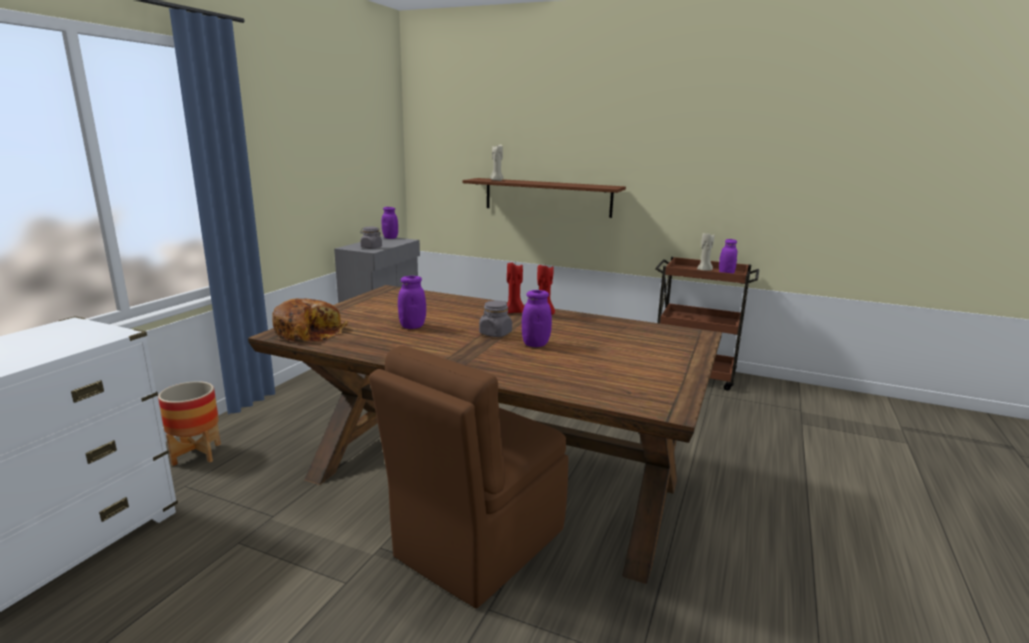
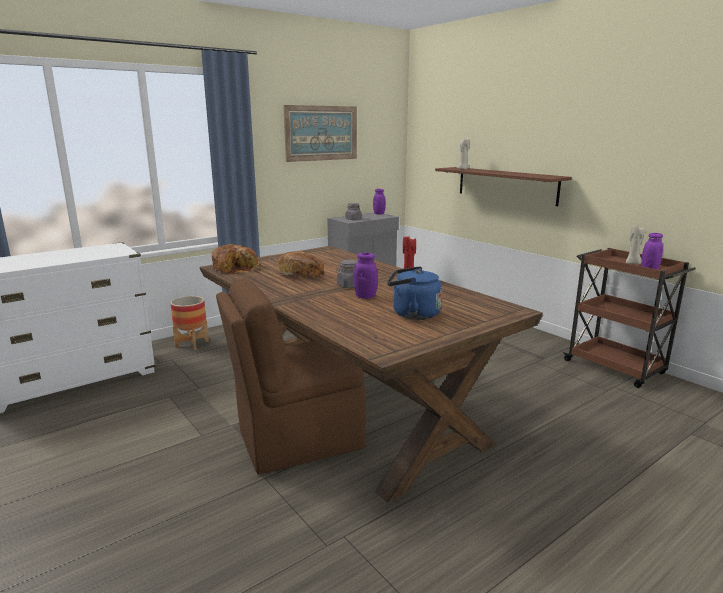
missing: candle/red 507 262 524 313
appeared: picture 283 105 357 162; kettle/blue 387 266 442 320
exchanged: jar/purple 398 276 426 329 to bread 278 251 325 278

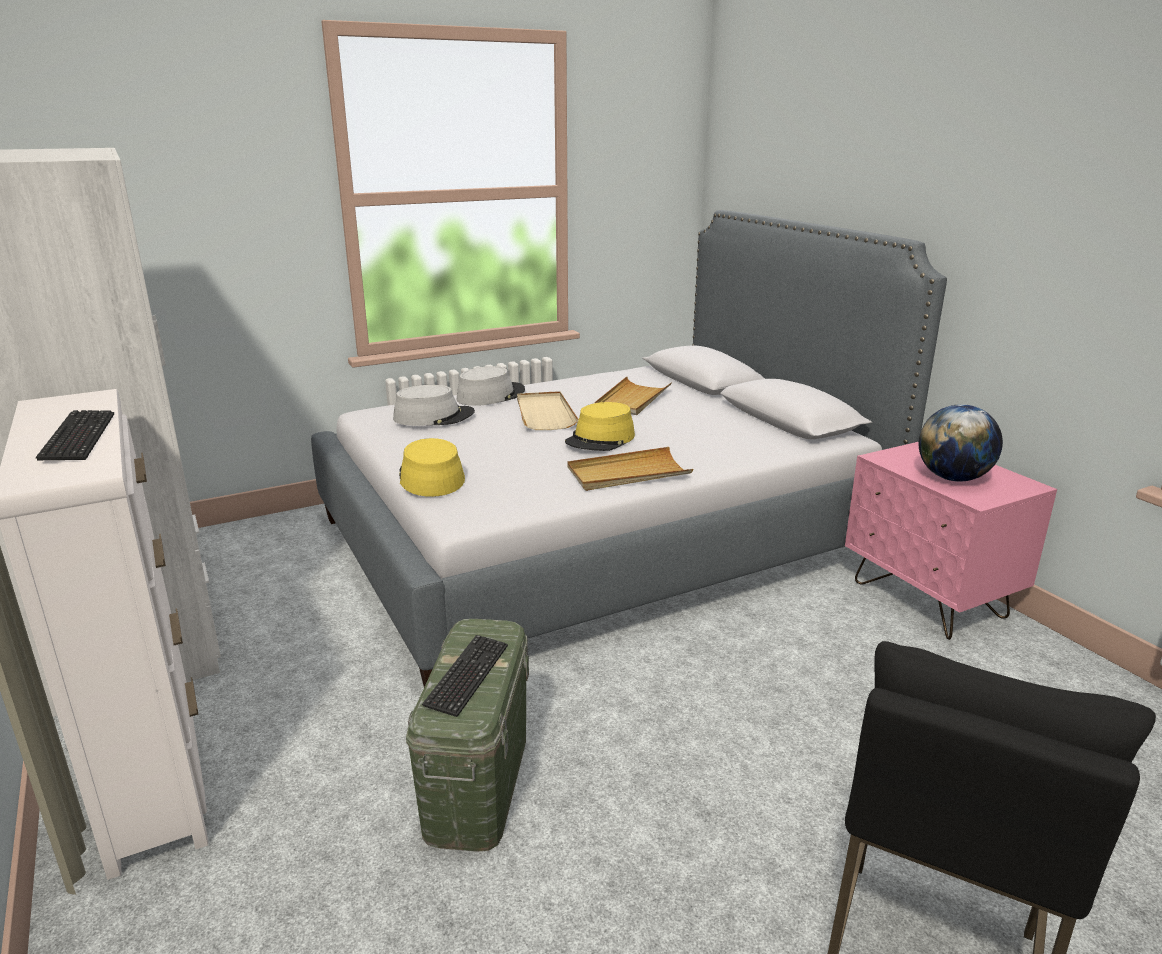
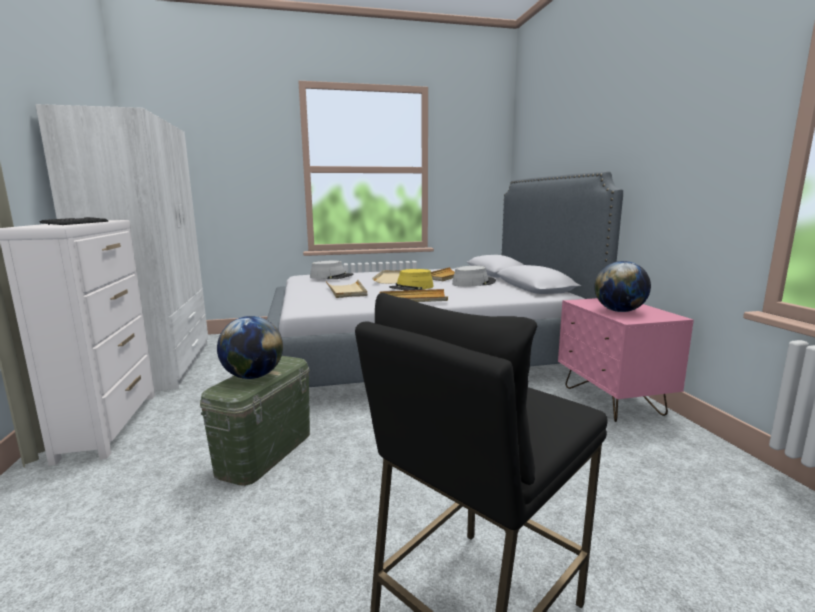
missing: hat/yellow 399 438 465 497
appeared: tray/beige 326 280 367 298
relocated: hat/grey 457 366 525 406 to 452 266 496 287
exchanged: keyboard 422 635 508 717 to globe 217 316 283 379

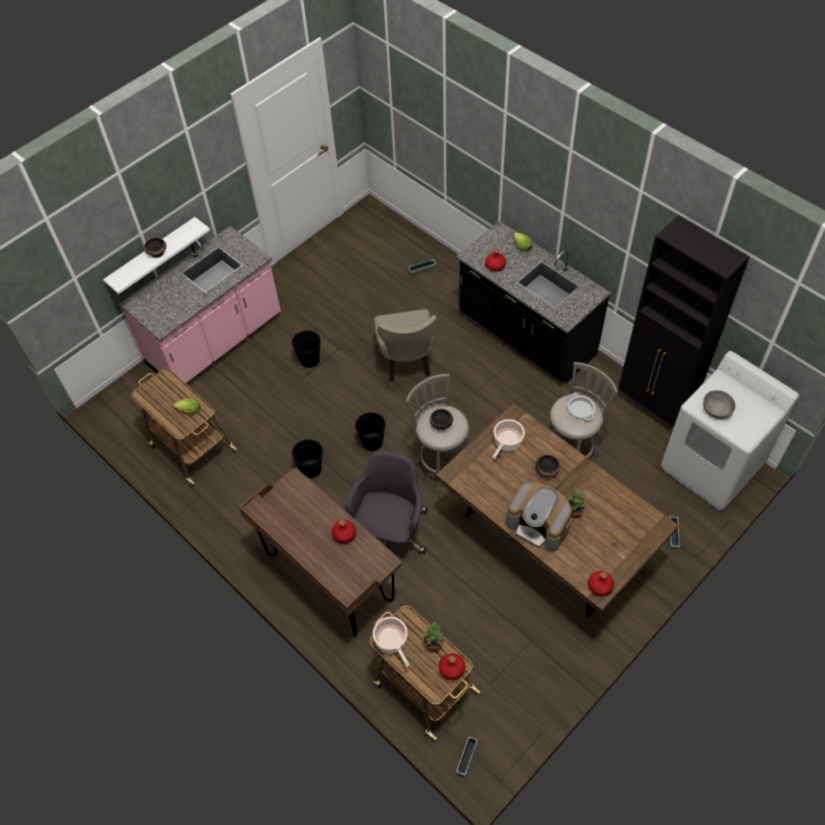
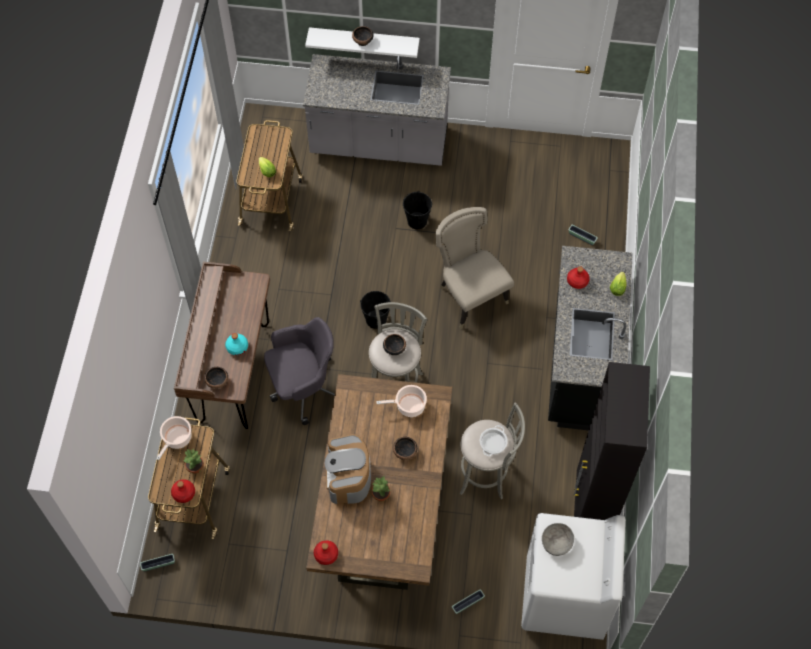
missing: bucket/black 292 439 323 478
appeared: bowl 204 367 228 389
colour: counter/pink 119 226 281 384 to counter/grey 303 54 451 166; bottle/red 332 520 356 544 to bottle/turquoise 225 333 248 355
spun: chair/beige 374 309 437 388 = 436 207 514 329 105 degrees clockwise

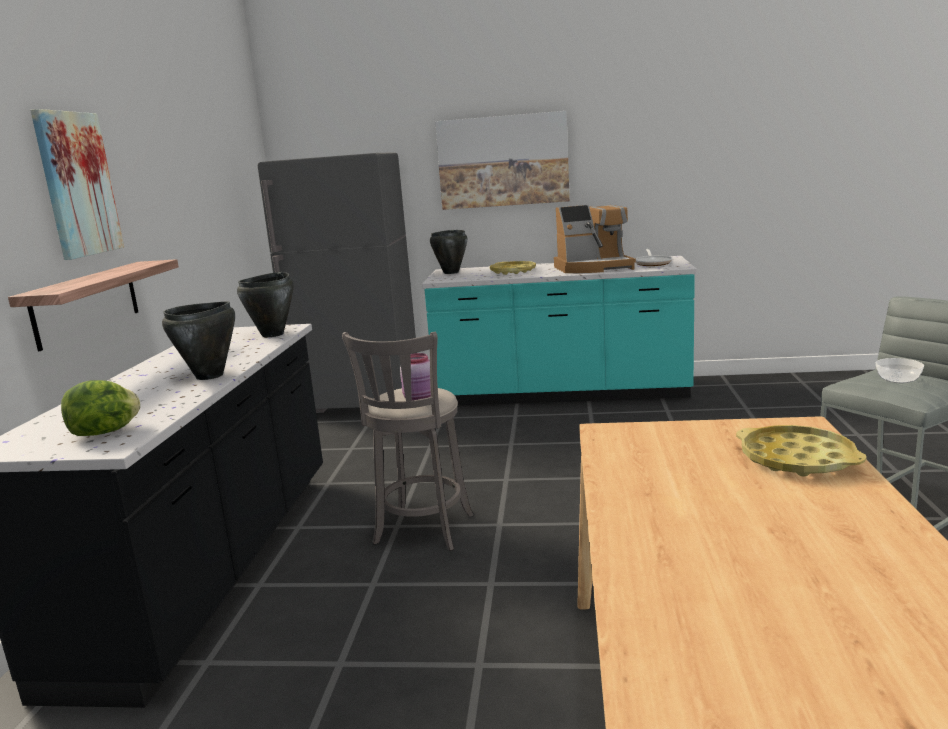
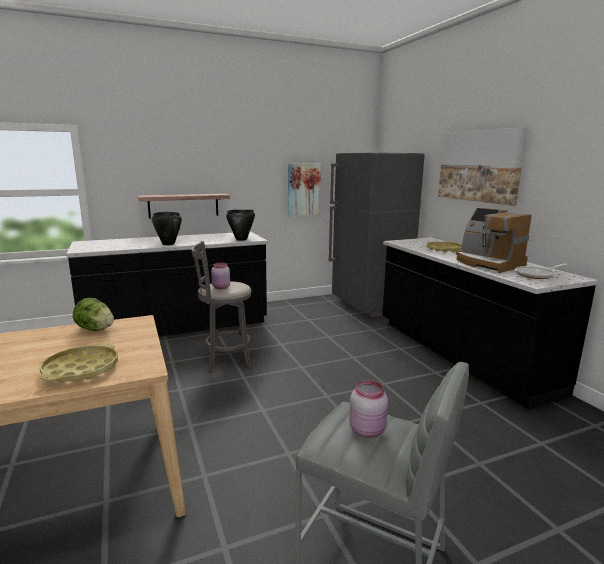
missing: cooking pot/black 430 230 467 274
relocated: picture 30 109 124 260 to 288 163 321 216; lettuce 61 380 141 436 to 73 298 114 331
exchanged: bowl 876 358 924 383 to jar/pink 349 380 388 438
colour: counter/turquoise 422 256 697 405 to counter/black 382 238 598 409

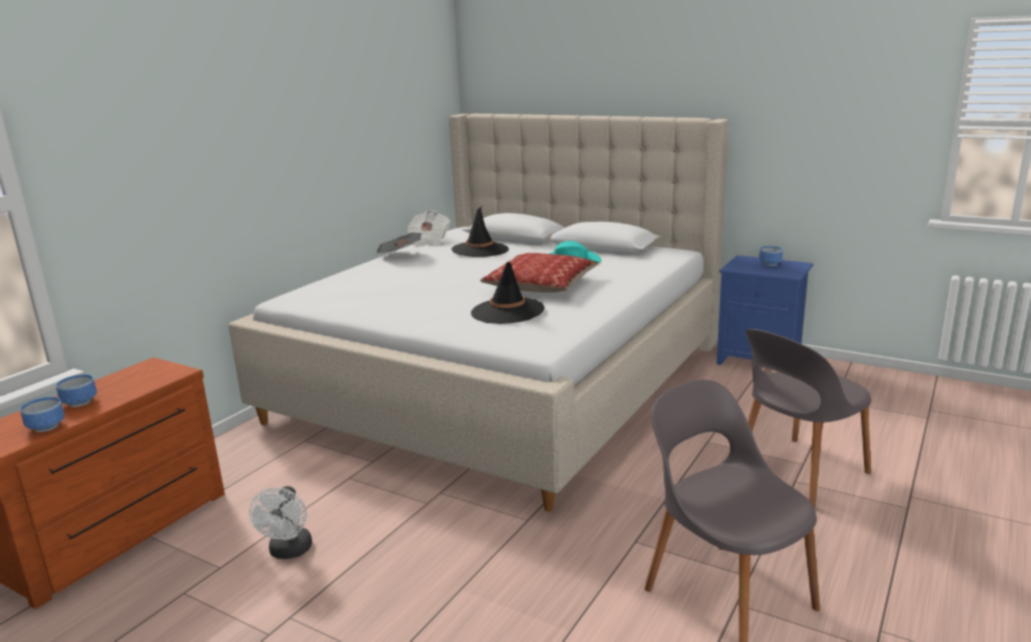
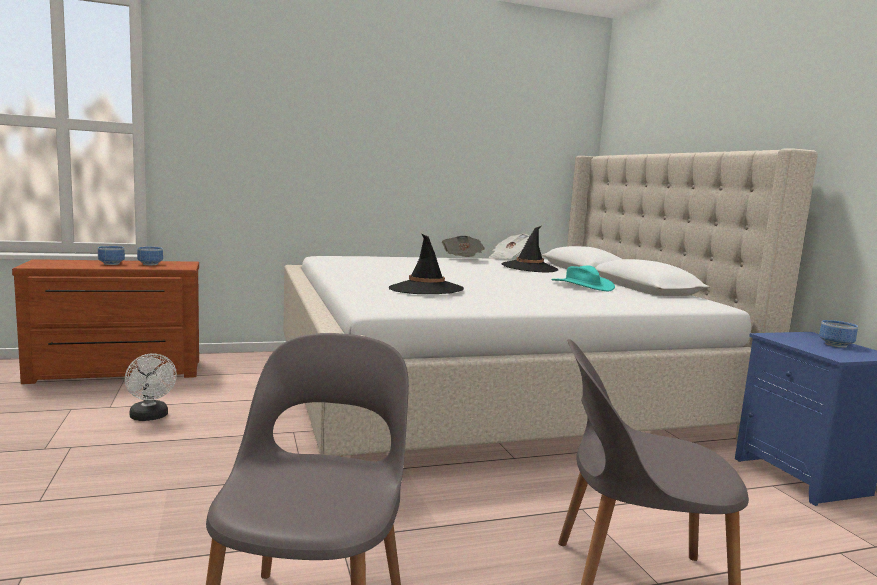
missing: pillow 480 253 599 293
relocated: bowl 20 397 65 432 to 137 247 163 265
spun: fan/white 249 486 312 559 = 125 353 177 421 75 degrees counterclockwise

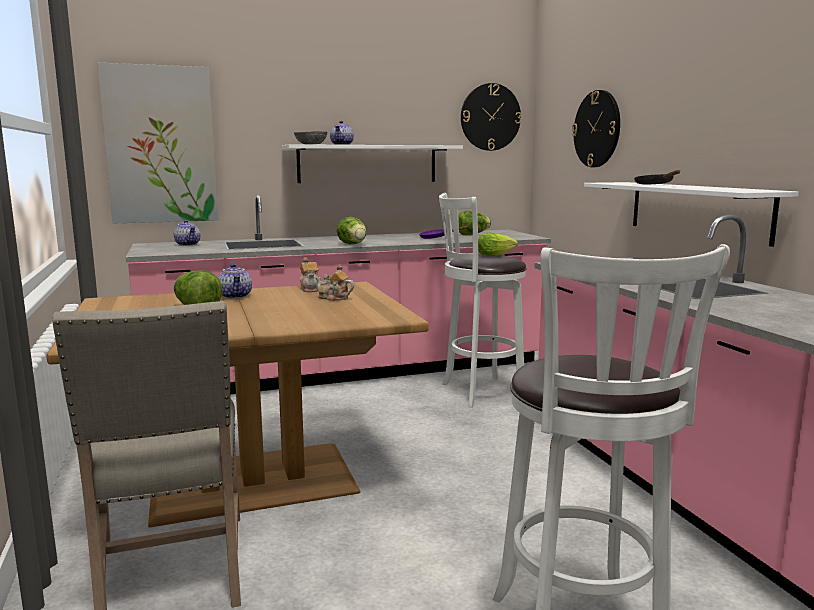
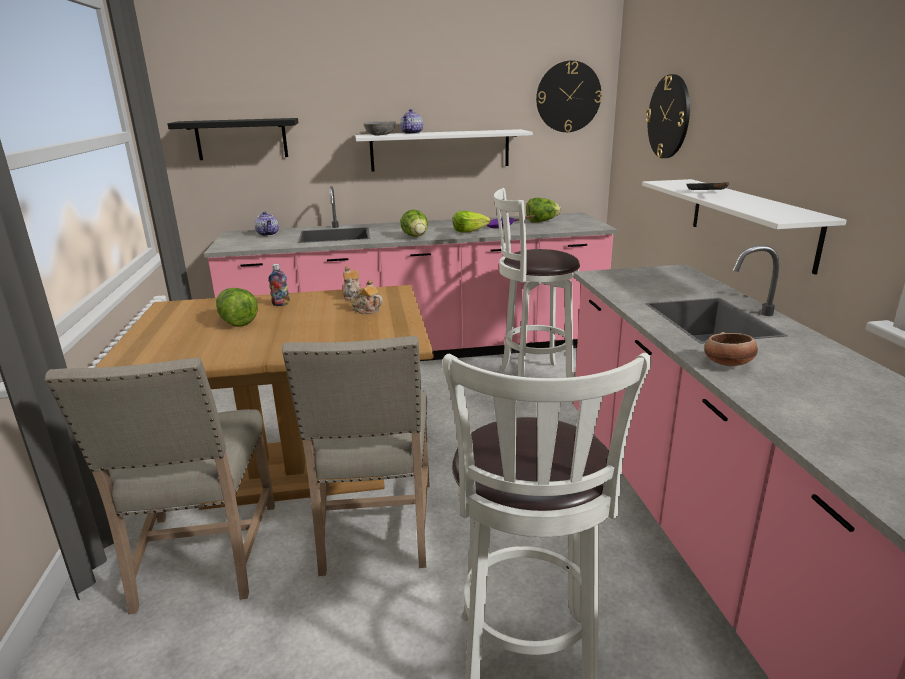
appeared: bowl 705 332 758 366; chair/beige 282 336 430 576
relocated: lettuce 478 233 518 256 to 453 211 491 233
exchanged: picture 97 63 218 224 to shelf/black 167 118 298 160; teapot 218 263 252 299 to bottle 268 264 290 306

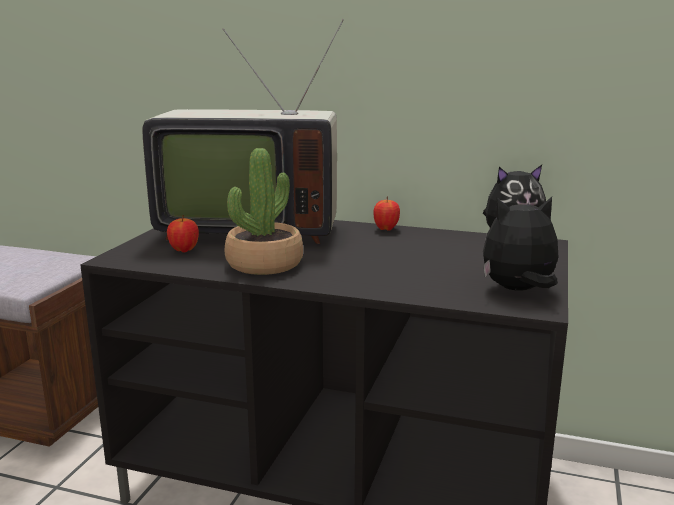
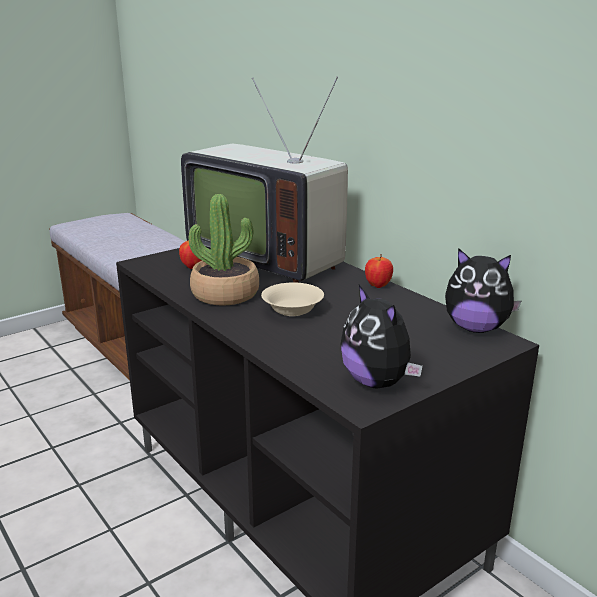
appeared: bowl/beige 261 283 324 316
spun: plush toy 483 197 558 291 = 341 285 423 389 150 degrees counterclockwise

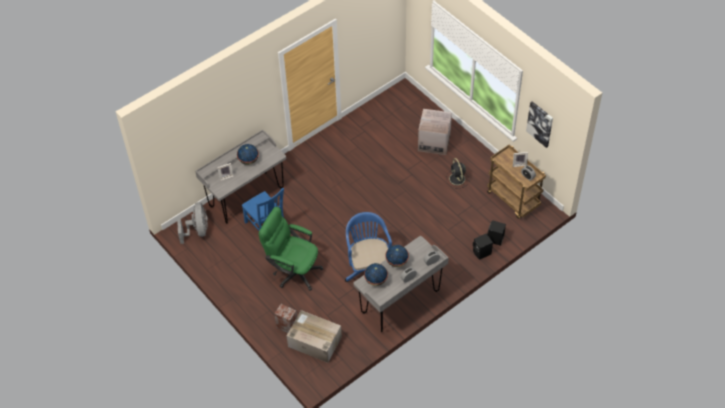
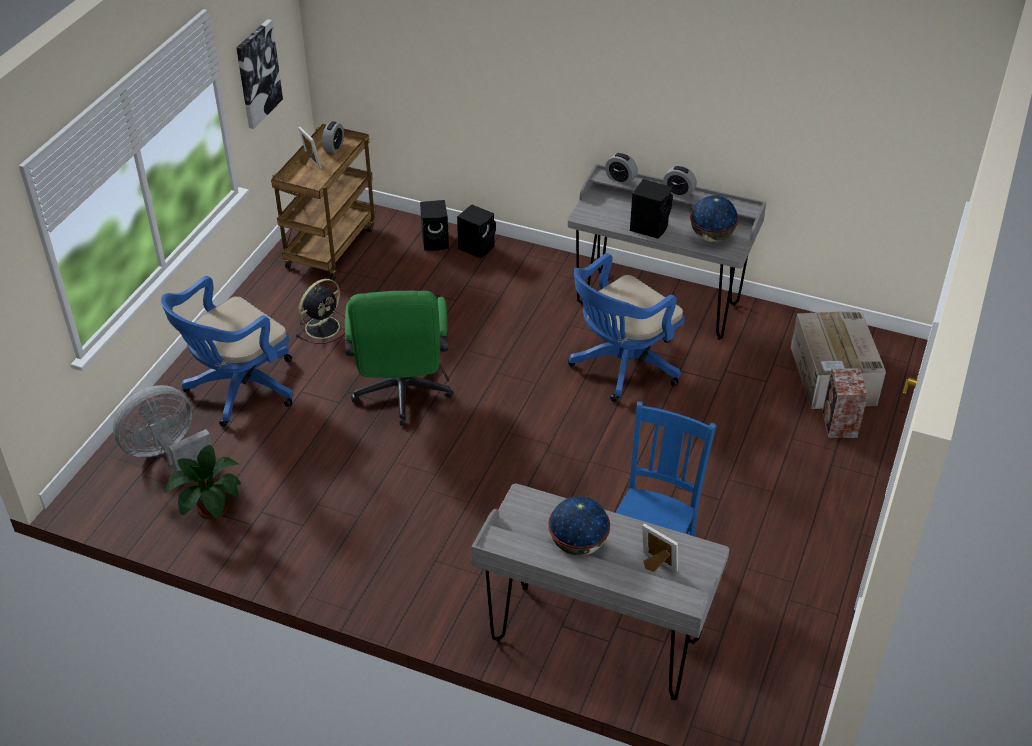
appeared: potted plant 165 445 241 519
relocated: fan/grey 177 202 208 244 to 113 385 213 472; office chair/green 259 207 323 291 to 345 291 454 426
exchanged: cardboard box 418 109 452 155 to office chair/blue 161 276 294 427; globe 385 245 409 267 to speaker/black 630 179 673 239

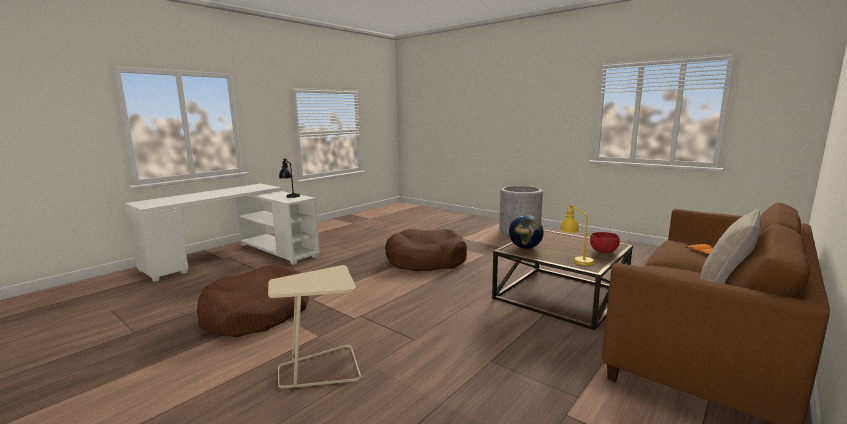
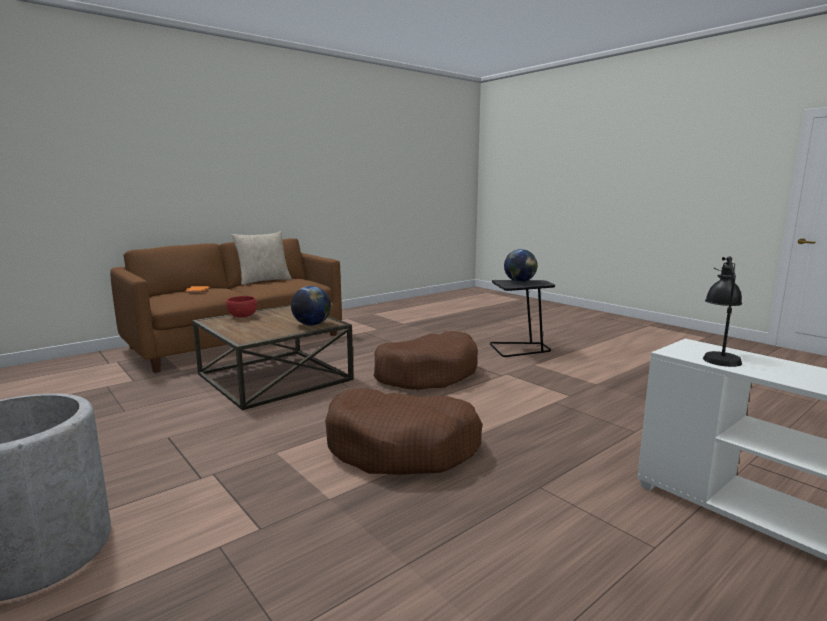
missing: table lamp/yellow 560 205 594 266
appeared: globe 504 249 537 282
relocated: dog bed/brown 197 264 309 337 to 374 331 478 390
colour: side table/beige 268 265 361 388 to side table/black 490 280 555 357

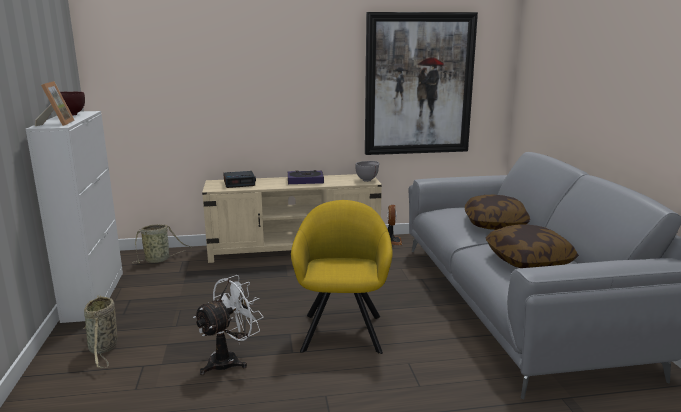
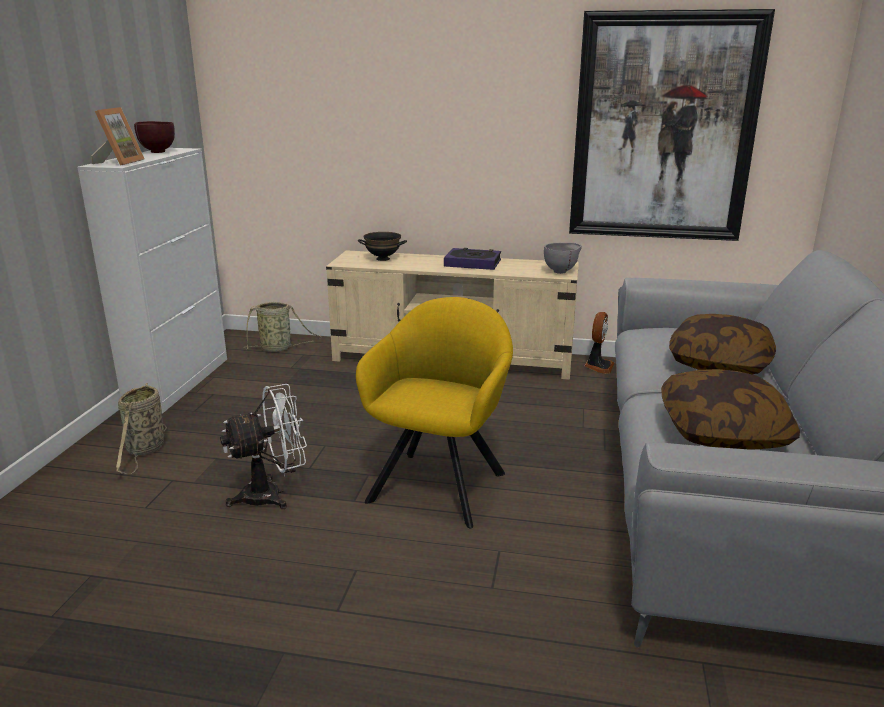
exchanged: alarm clock 223 171 256 188 to bowl/black 358 232 407 261

